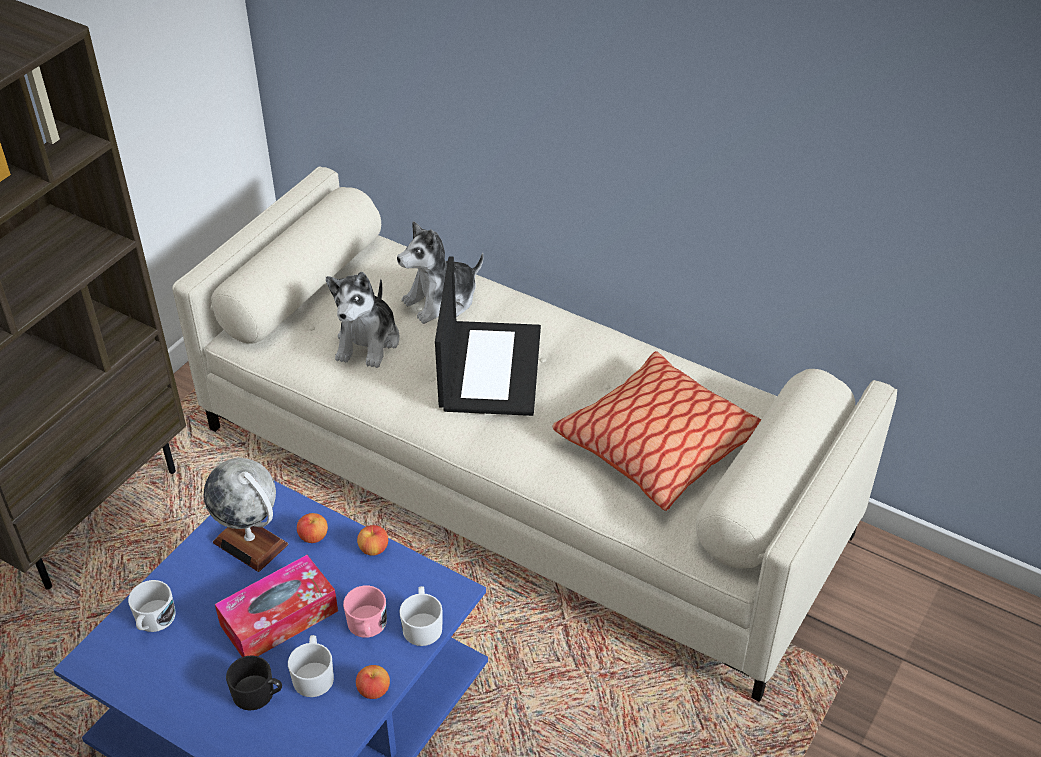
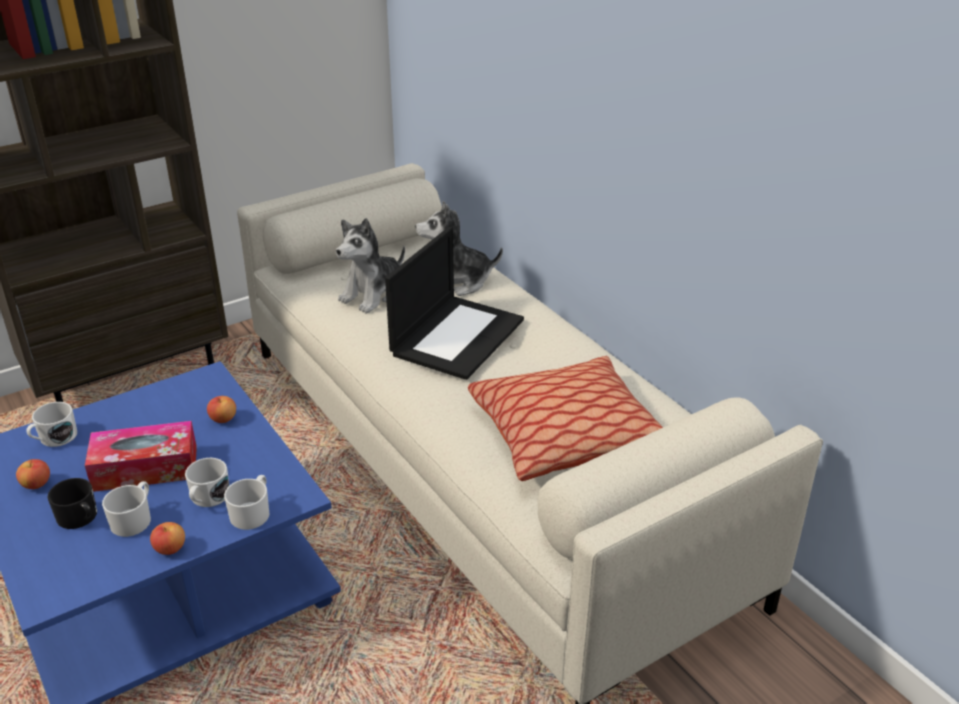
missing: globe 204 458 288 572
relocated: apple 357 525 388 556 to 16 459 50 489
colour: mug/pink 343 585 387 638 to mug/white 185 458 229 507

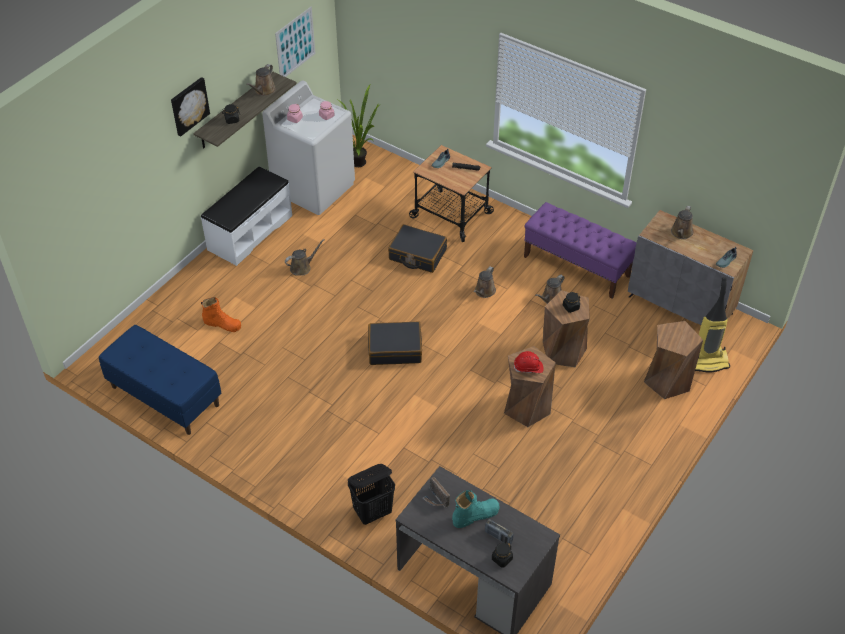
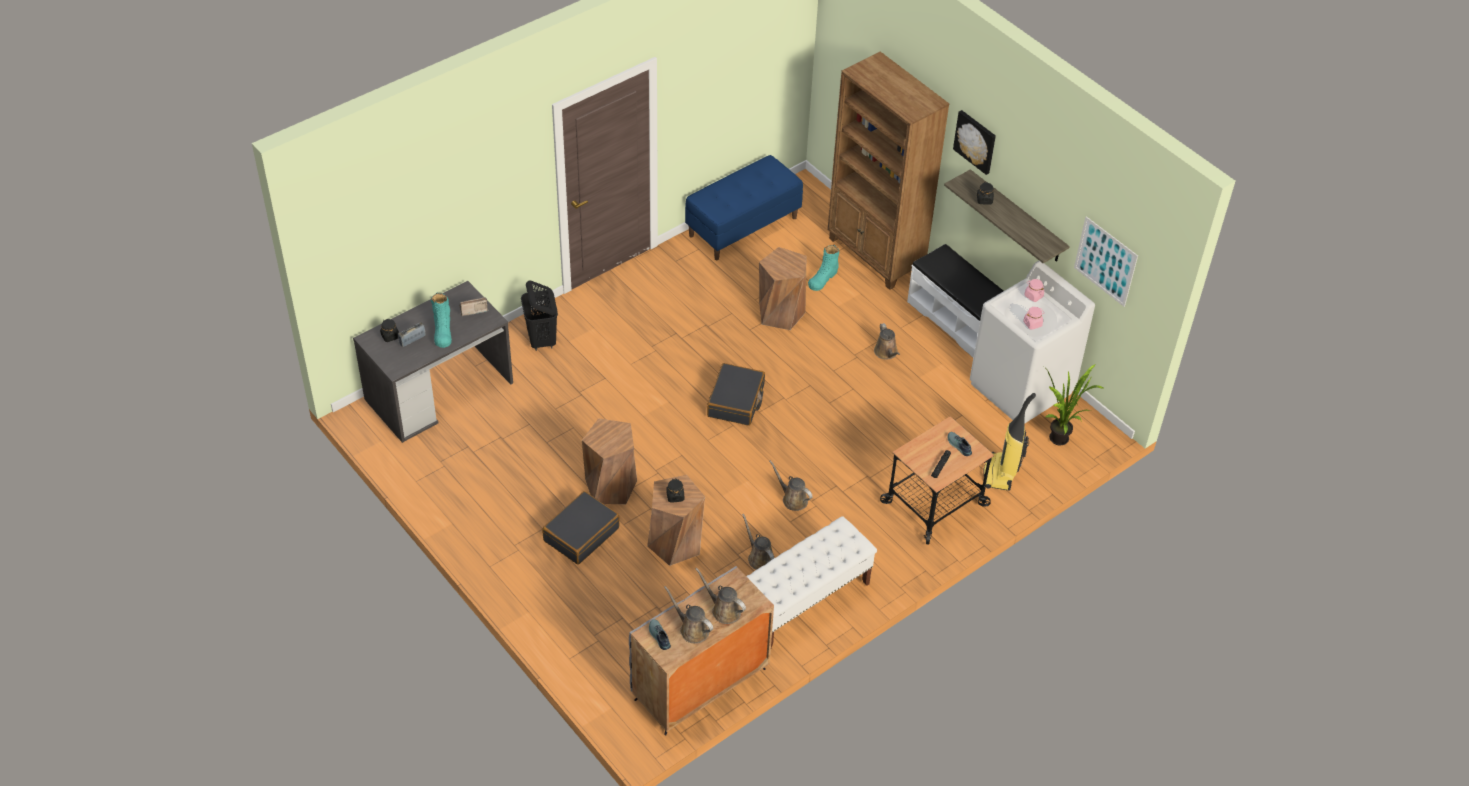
missing: hard hat/red 514 351 544 373
appeared: bookcase/brown 827 52 949 290
relocated: watering can/brown 246 64 276 96 to 664 586 713 643; suitcase/black 388 224 447 273 to 542 491 620 565; vacuum cleaner 695 277 730 372 to 984 393 1036 490; stool/brown 644 321 703 399 to 759 247 807 330
colour: bench/purple 524 202 637 298 to bench/white 746 516 877 648; boot/orange 201 297 241 332 to boot/turquoise 808 245 839 291

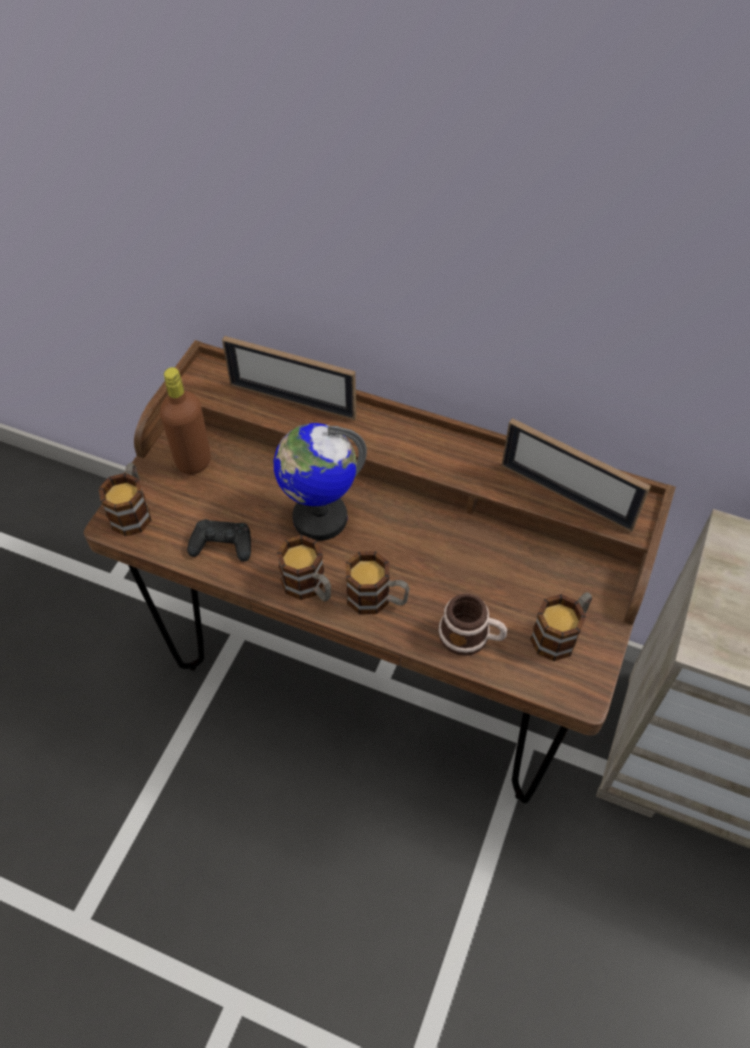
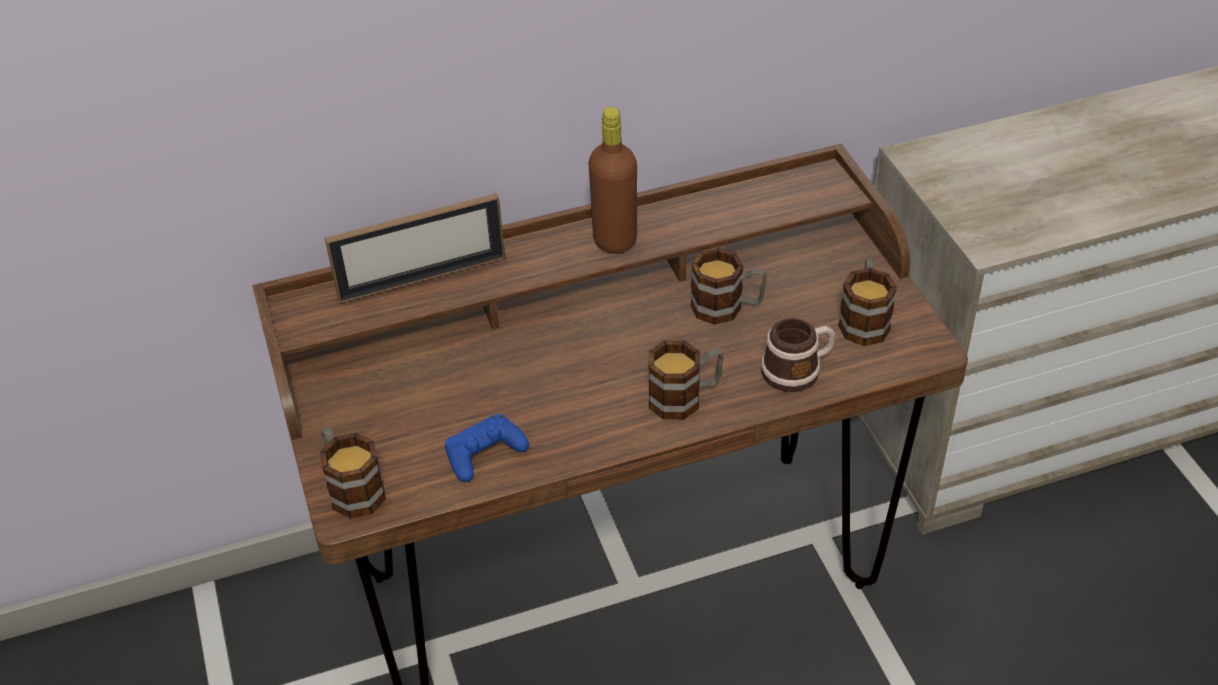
missing: picture frame 501 418 651 532; globe 274 423 367 541
relocated: bottle/brown 160 367 211 475 to 588 107 637 254; mug 277 535 331 601 to 690 248 767 325
colour: game controller/black 187 519 251 562 to game controller/blue 445 414 529 482

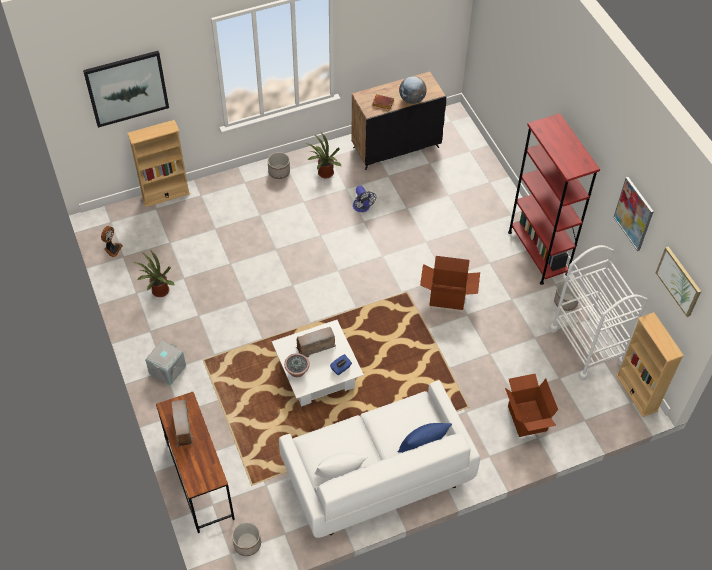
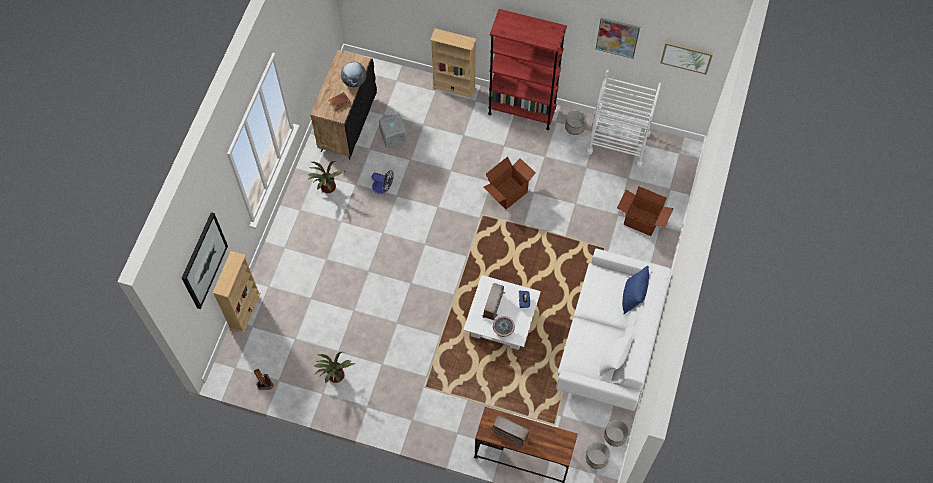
relocated: planter 267 152 290 179 to 604 420 629 447; bookcase/beige 616 312 684 417 to 430 28 477 98; storage box/grey 145 340 186 386 to 379 114 407 149

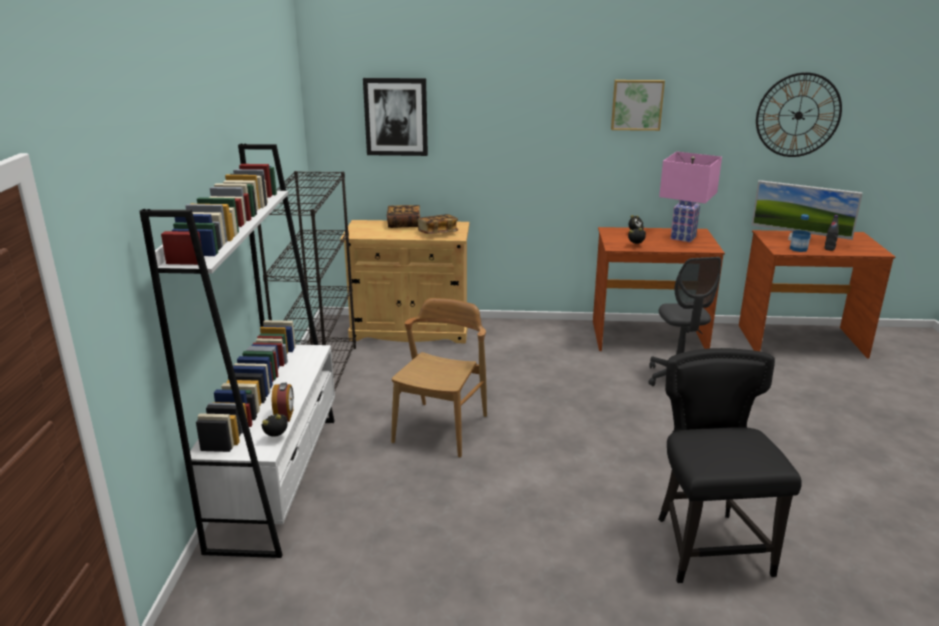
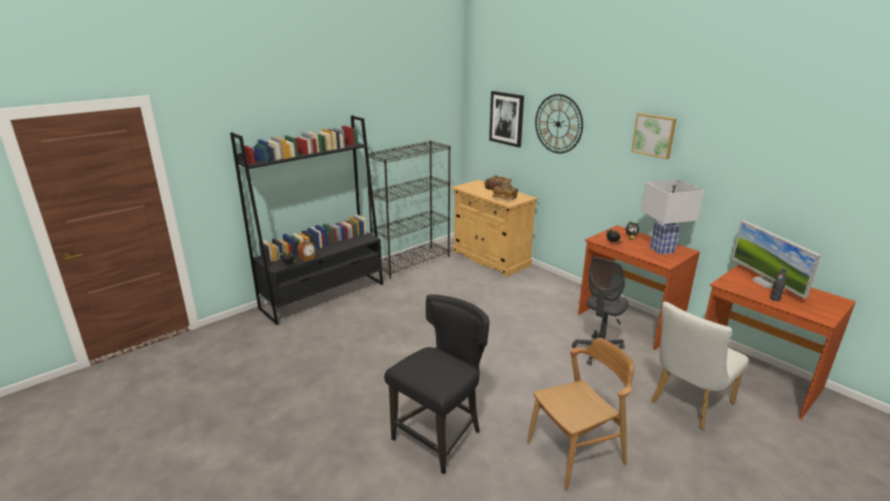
missing: bottle 790 214 811 252
appeared: chair/white 651 302 749 430
relocated: wall clock 756 72 842 157 to 535 94 583 154; chair/brown 391 298 487 458 to 527 338 634 490
colour: bookcase/white 139 144 335 558 to bookcase/black 230 115 383 325; table lamp/pink 659 152 722 242 to table lamp/white 641 179 704 255

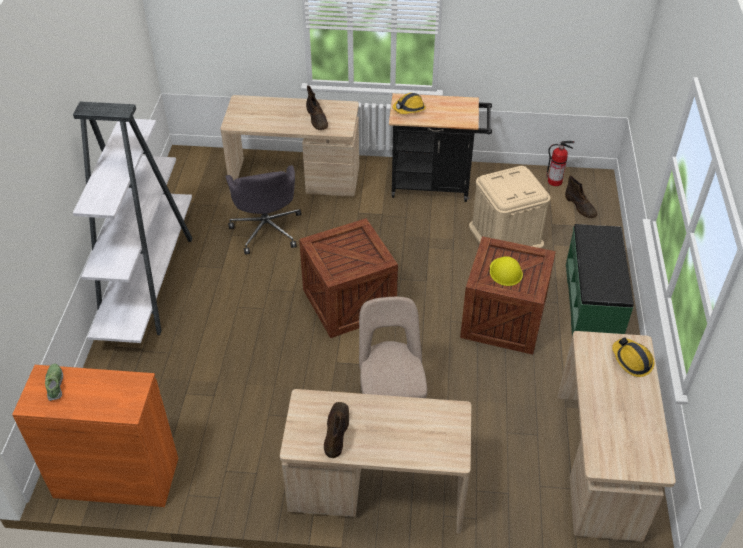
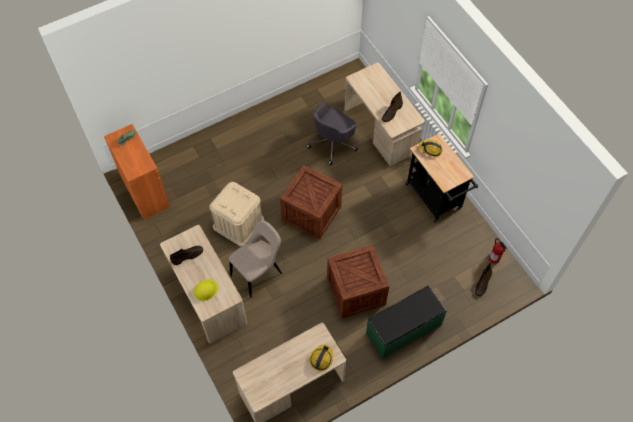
missing: bookcase/white 73 102 192 343
relocated: storage box/beige 469 166 550 248 to 210 182 264 246; hard hat/yellow 490 256 523 286 to 194 279 218 301

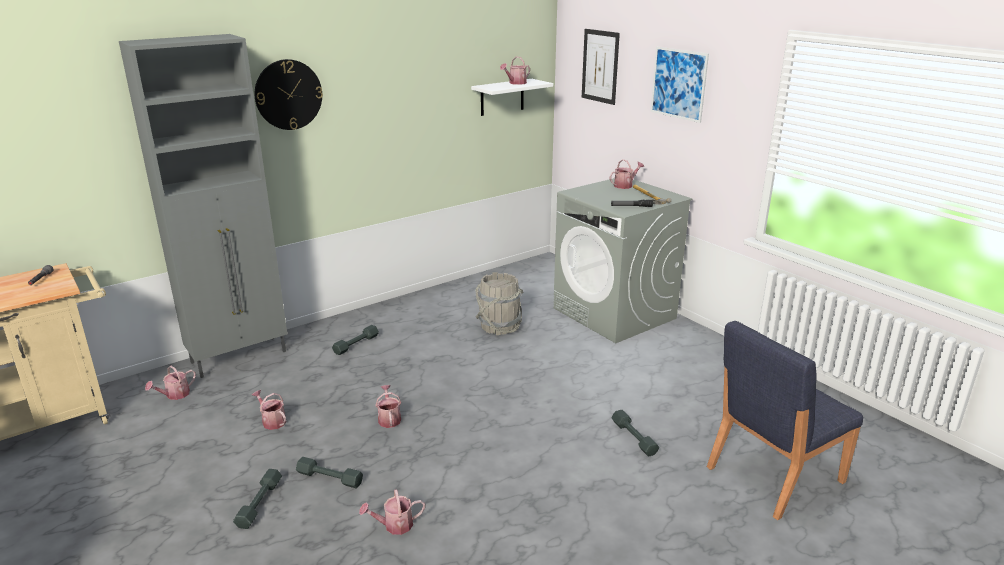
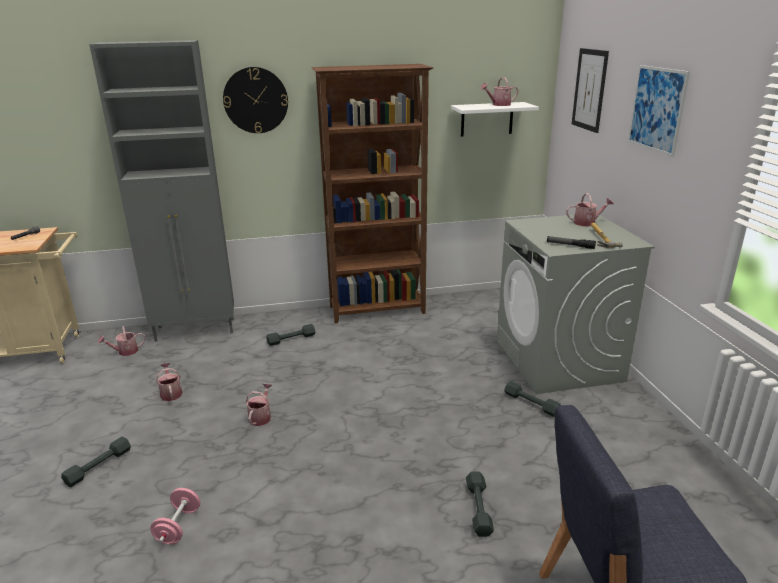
missing: bucket/grey 475 272 523 335
appeared: bookcase/brown 312 64 433 323
relocated: dumbbell/grey 296 457 363 488 to 504 381 561 417
exchanged: watering can 359 489 425 535 to dumbbell/pink 150 488 200 544

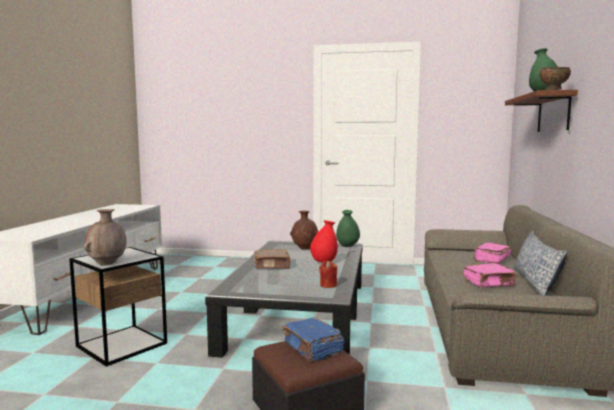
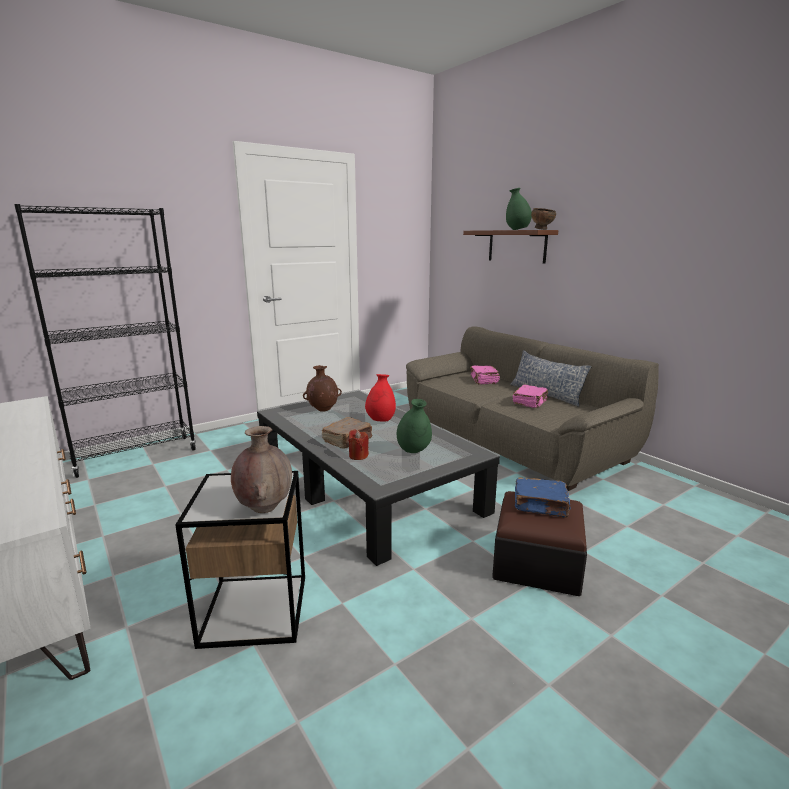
appeared: bookcase/black 14 204 197 478
relocated: vase/green 336 210 360 247 to 397 399 432 453; candle/red 319 261 337 288 to 349 430 369 460

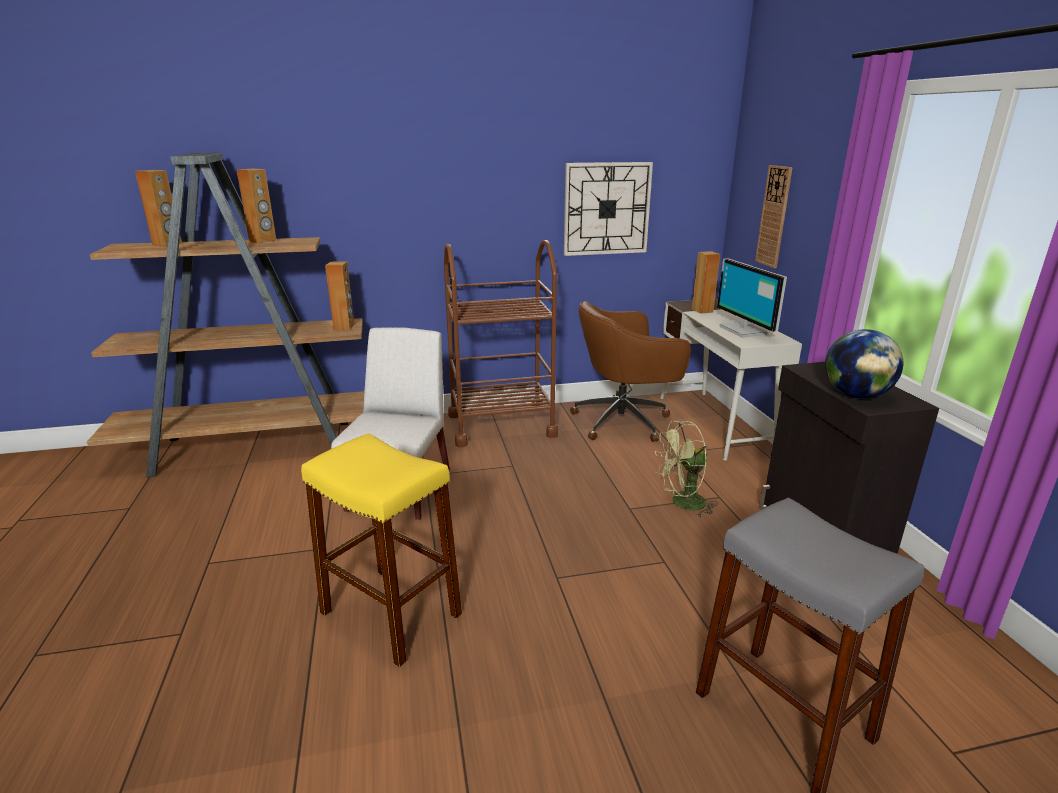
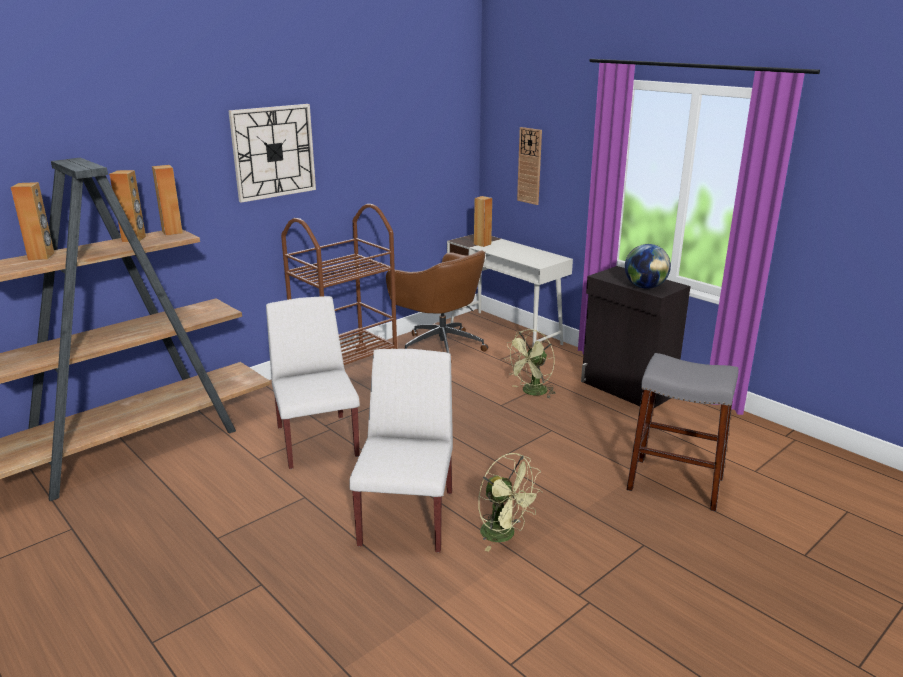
missing: monitor 717 258 787 338
appeared: fan/green 478 453 543 552
relocated: wall clock 564 162 653 256 to 228 104 316 203; speaker/brown 325 262 355 330 to 152 165 183 236
exchanged: stool/yellow 301 434 462 667 to chair/white 349 349 453 553
spun: office chair/brown 570 301 691 442 = 386 251 488 354 90 degrees counterclockwise

